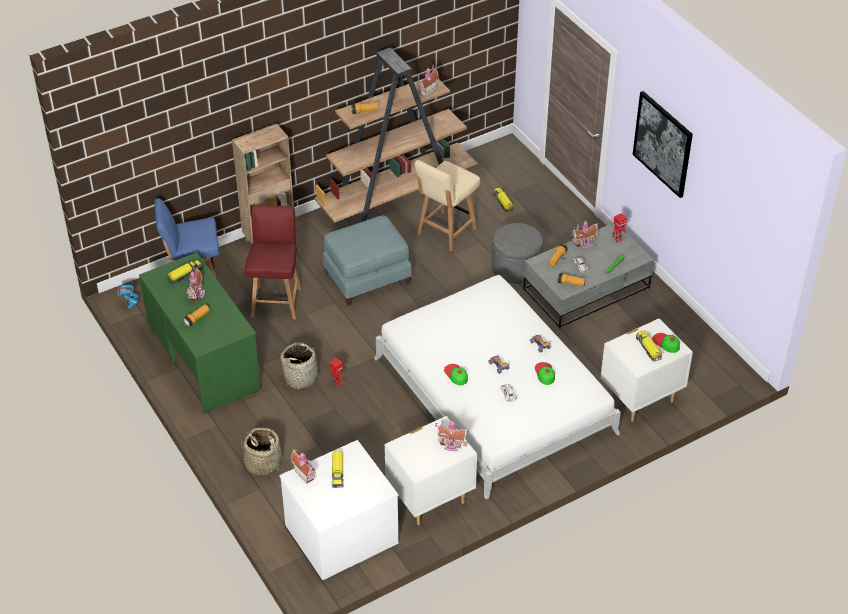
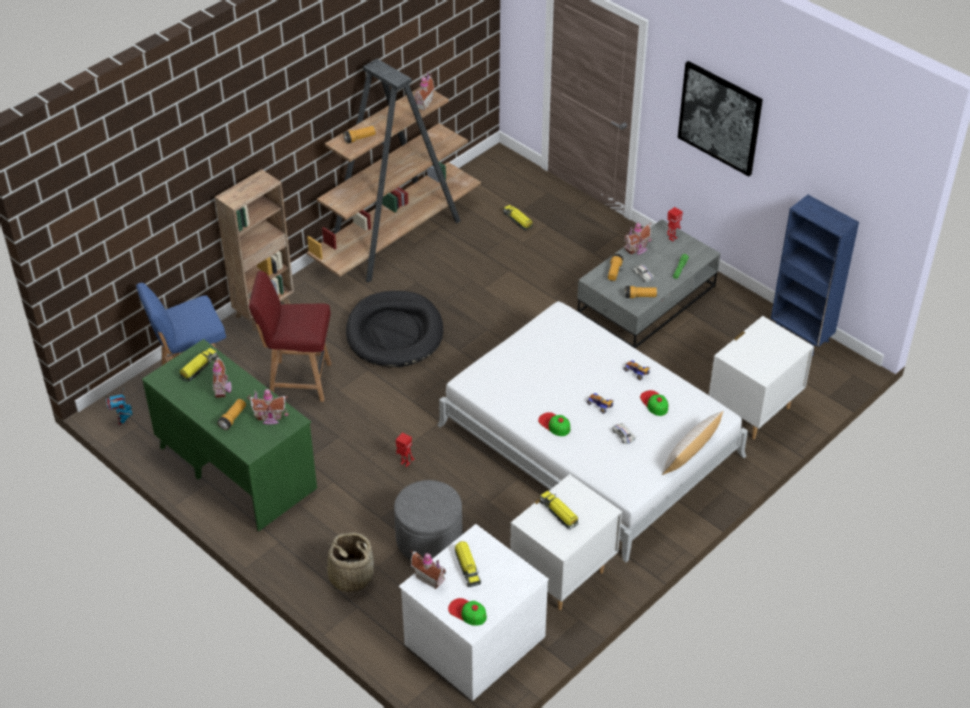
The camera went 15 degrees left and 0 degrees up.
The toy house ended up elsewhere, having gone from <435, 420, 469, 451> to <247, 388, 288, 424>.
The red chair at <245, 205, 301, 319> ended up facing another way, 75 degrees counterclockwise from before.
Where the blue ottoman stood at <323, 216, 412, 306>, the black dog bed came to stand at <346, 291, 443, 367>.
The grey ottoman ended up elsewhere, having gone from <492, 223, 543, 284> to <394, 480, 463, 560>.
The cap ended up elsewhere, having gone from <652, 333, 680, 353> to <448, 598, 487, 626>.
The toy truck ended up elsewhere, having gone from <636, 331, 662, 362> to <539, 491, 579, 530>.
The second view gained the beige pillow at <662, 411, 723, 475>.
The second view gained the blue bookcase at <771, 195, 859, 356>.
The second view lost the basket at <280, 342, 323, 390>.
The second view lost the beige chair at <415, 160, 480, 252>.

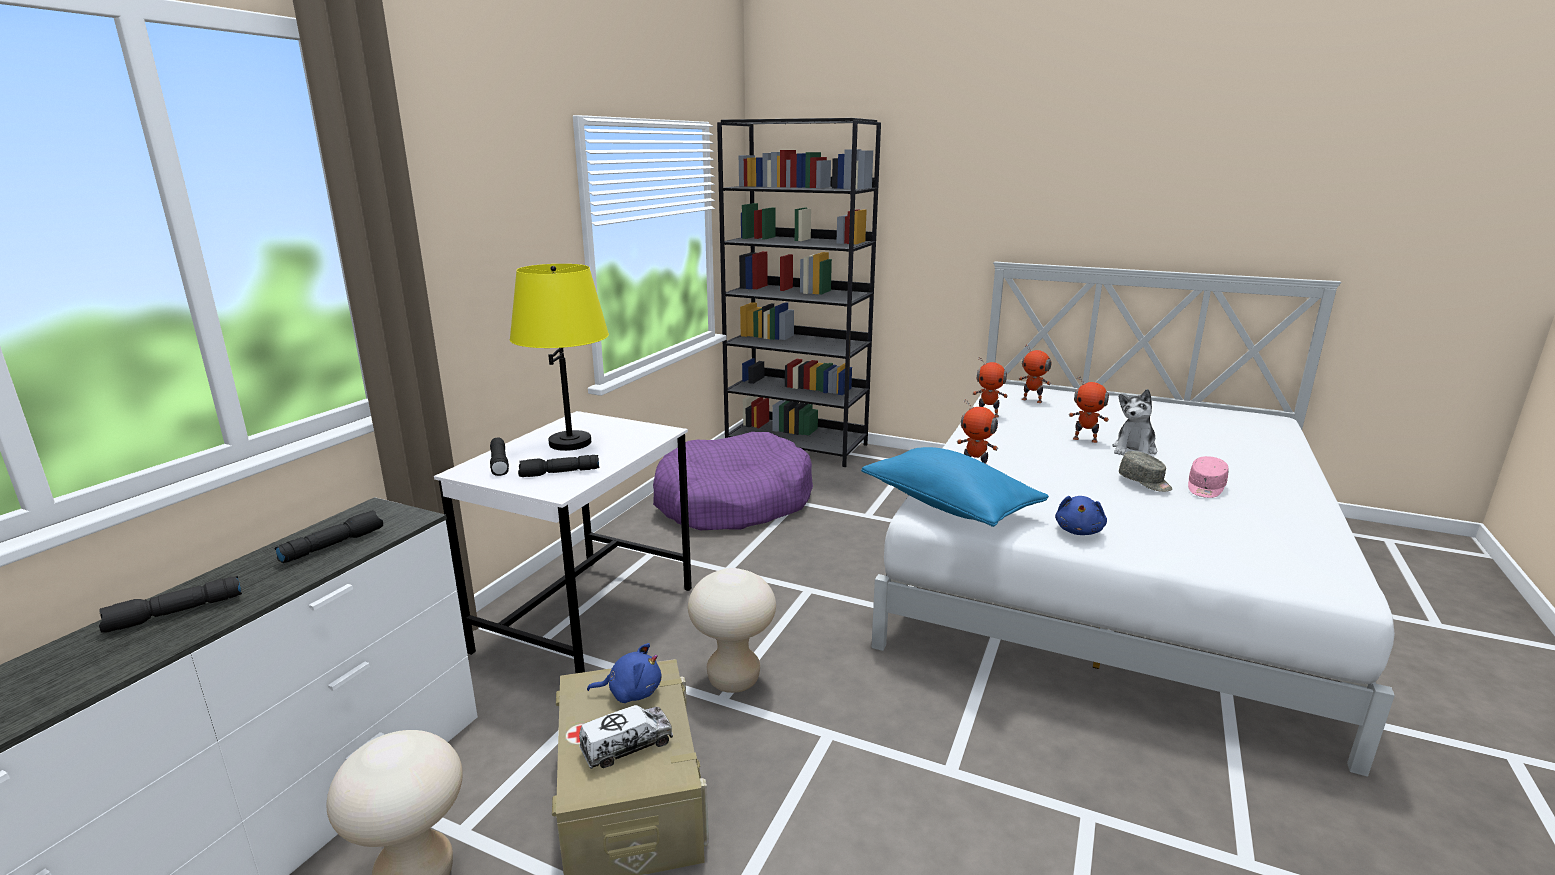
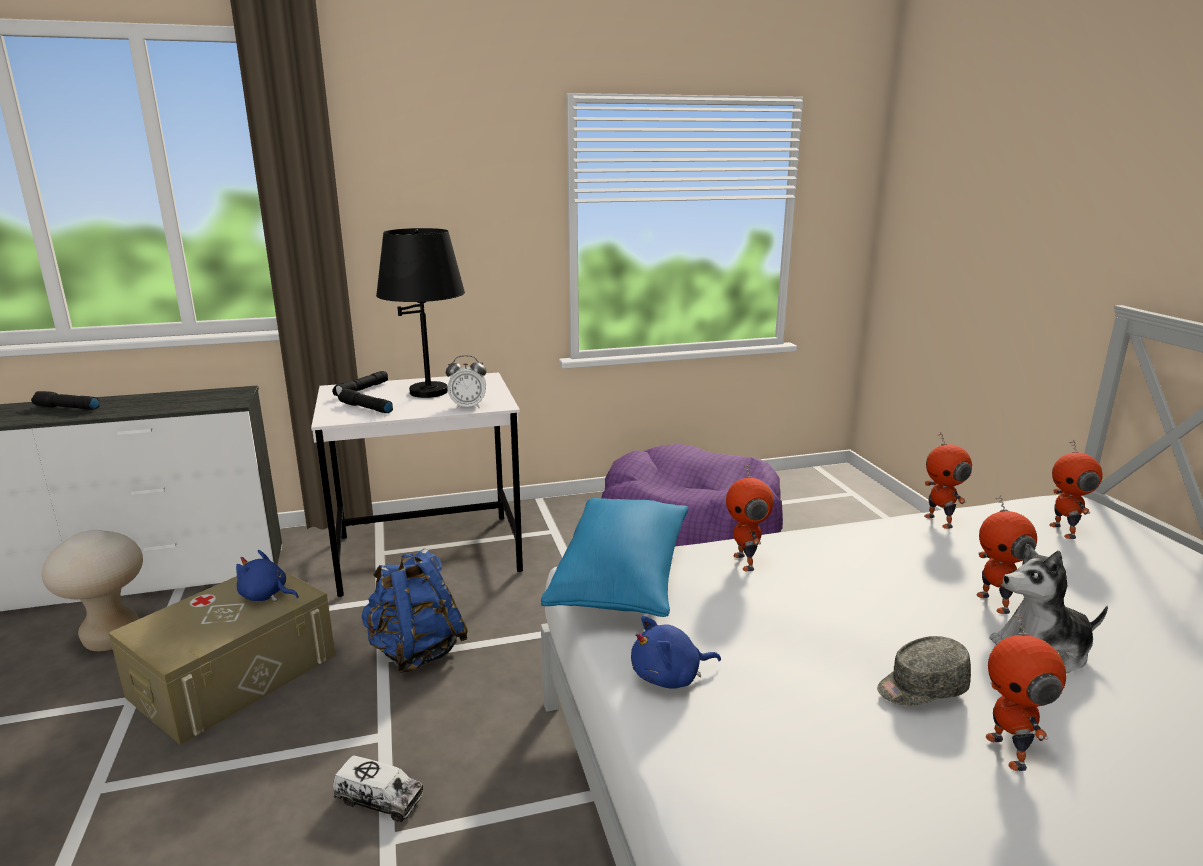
The camera went 50 degrees right and 0 degrees up.
The blue plush toy at <587, 643, 661, 703> ended up facing another way, 150 degrees clockwise from before.
The toy truck ended up elsewhere, having gone from <579, 705, 673, 769> to <333, 755, 424, 822>.
Where the beige stool stood at <688, 568, 776, 693>, the blue backpack came to stand at <362, 548, 468, 673>.
What was the yellow table lamp at <510, 264, 609, 451> turned into the black table lamp at <376, 228, 465, 398>.
The second view gained the alarm clock at <446, 355, 487, 409>.
The grey cap at <1119, 451, 1172, 492> ended up facing another way, 60 degrees clockwise from before.
Where the pink cap stood at <1188, 456, 1228, 498>, the toy robot came to stand at <986, 612, 1066, 771>.
The second view lost the black flashlight at <275, 510, 383, 563>.
The second view lost the black bookcase at <717, 118, 881, 467>.

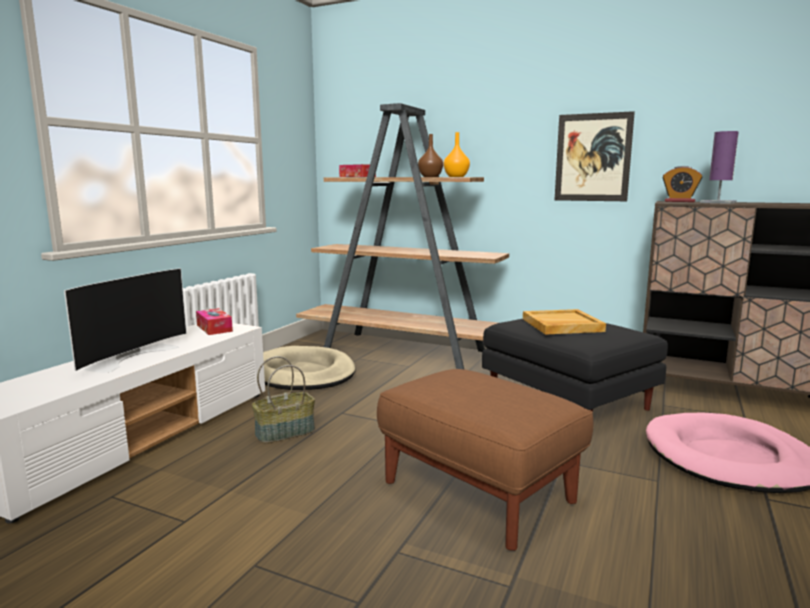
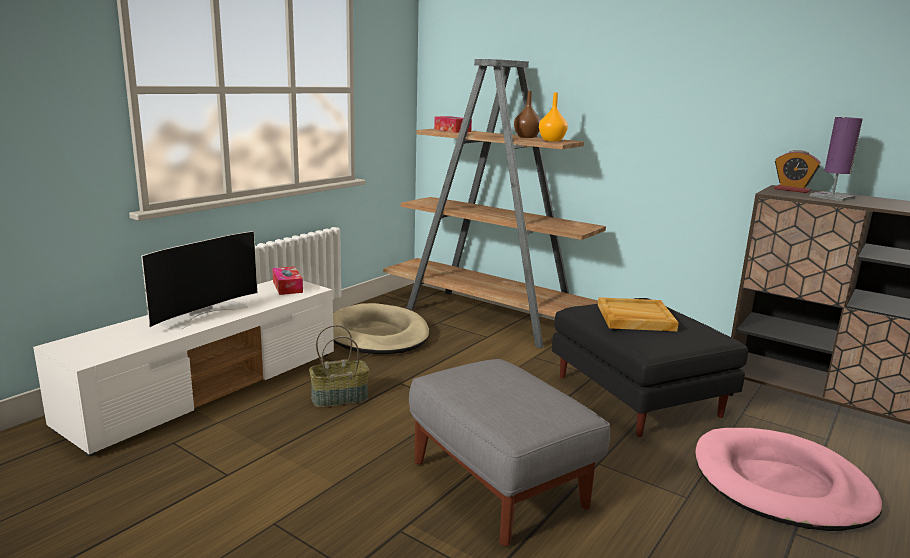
The camera went 10 degrees right and 5 degrees up.
What was the brown ottoman at <377, 369, 593, 551> turned into the grey ottoman at <409, 359, 610, 546>.
The second view lost the picture at <555, 111, 635, 201>.

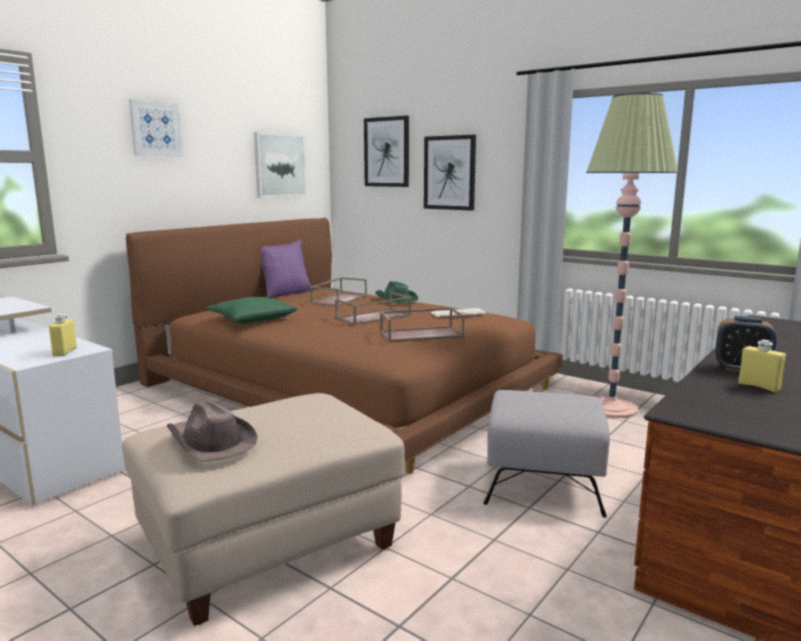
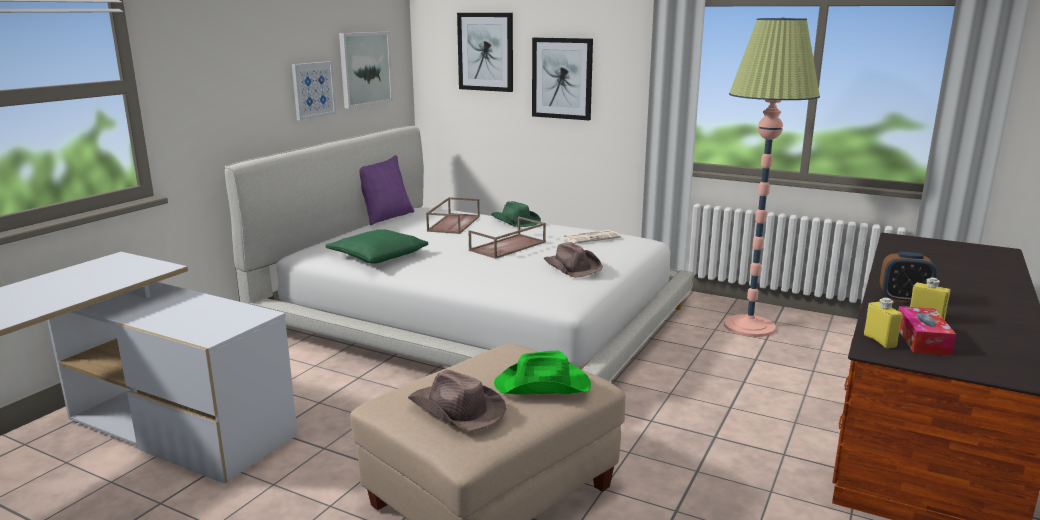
The camera went 10 degrees left and 5 degrees up.
What was the brown bed at <126, 218, 563, 474> turned into the white bed at <225, 126, 694, 382>.
The picture ended up elsewhere, having gone from <129, 99, 183, 156> to <292, 61, 336, 120>.
The second view gained the green hat at <494, 351, 591, 395>.
Where the brown tray stood at <380, 308, 465, 342>, the brown hat came to stand at <544, 242, 603, 278>.
The yellow bottle ended up elsewhere, having gone from <49, 314, 77, 356> to <864, 298, 902, 348>.
The second view gained the tissue box at <898, 306, 956, 356>.
The second view lost the grey ottoman at <483, 390, 610, 518>.

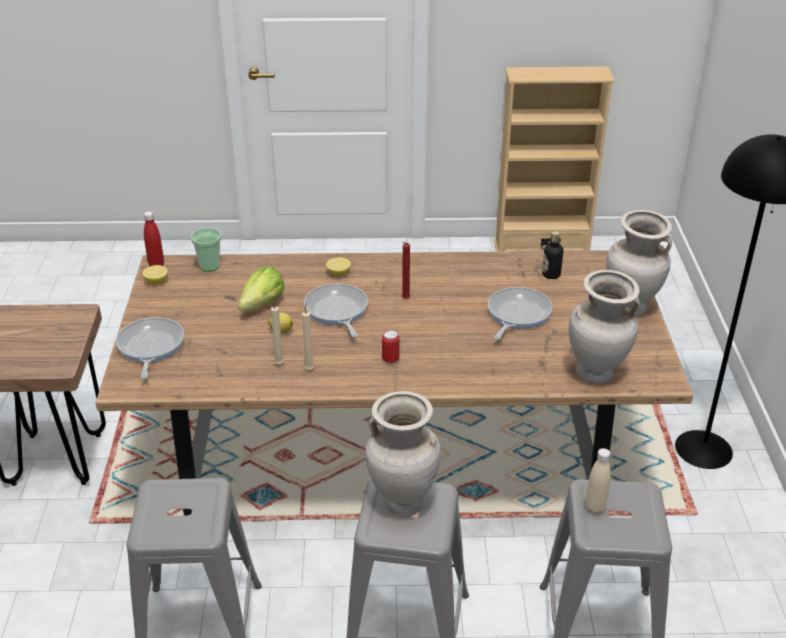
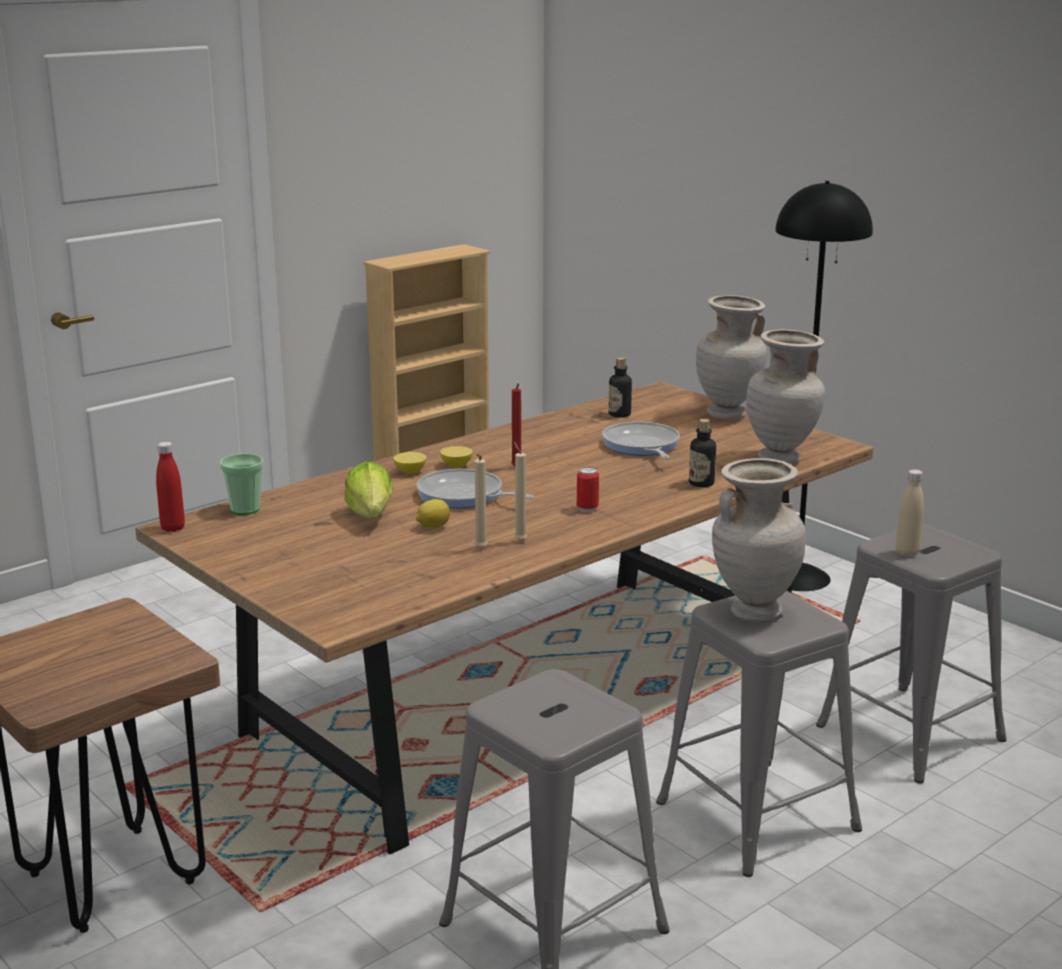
The camera went 40 degrees left and 15 degrees down.
The lemon ended up elsewhere, having gone from <143, 265, 168, 284> to <440, 446, 473, 467>.
The second view gained the bottle at <689, 419, 716, 487>.
The second view lost the frying pan at <116, 317, 184, 379>.

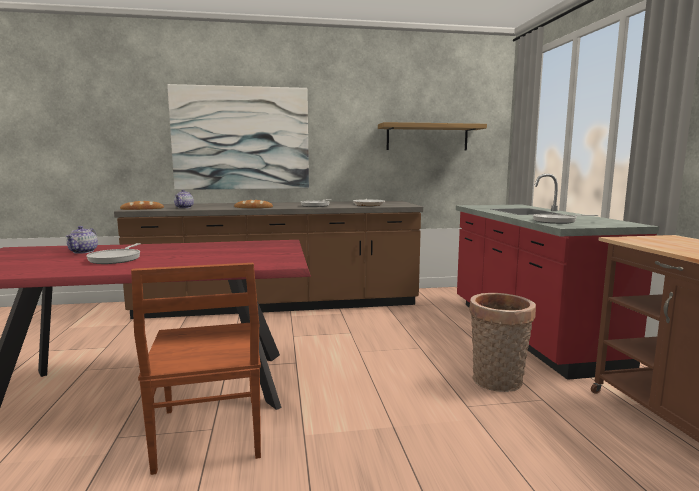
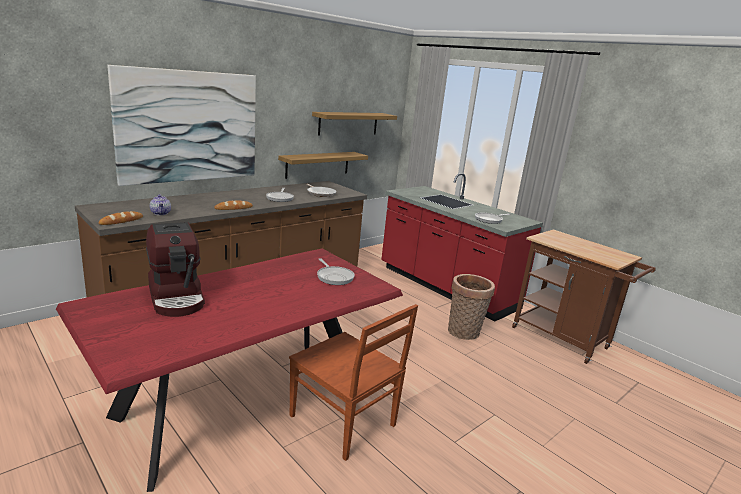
The camera went 35 degrees left and 10 degrees up.
Where the teapot stood at <66, 226, 98, 253>, the coffee machine came to stand at <146, 222, 205, 317>.
The second view gained the shelf at <278, 152, 368, 179>.
The frying pan ended up elsewhere, having gone from <86, 243, 141, 264> to <317, 258, 354, 285>.

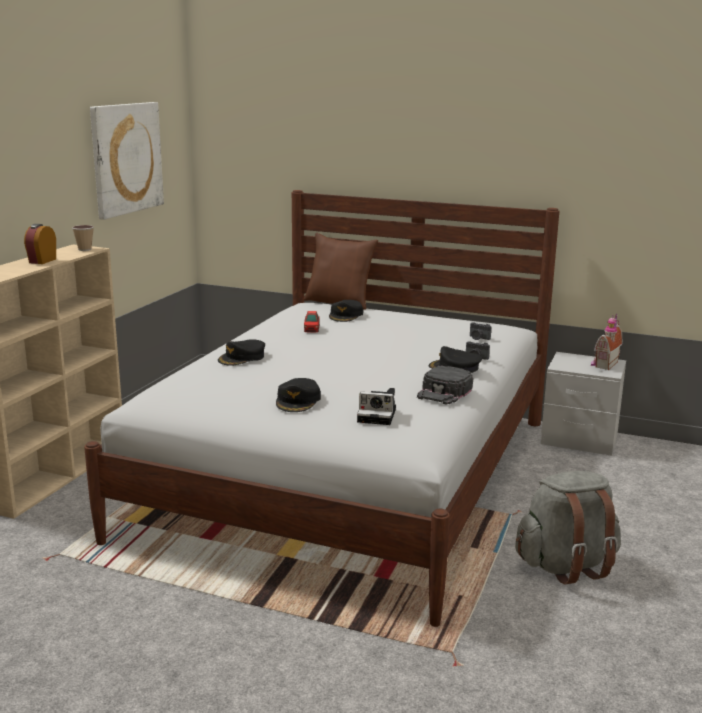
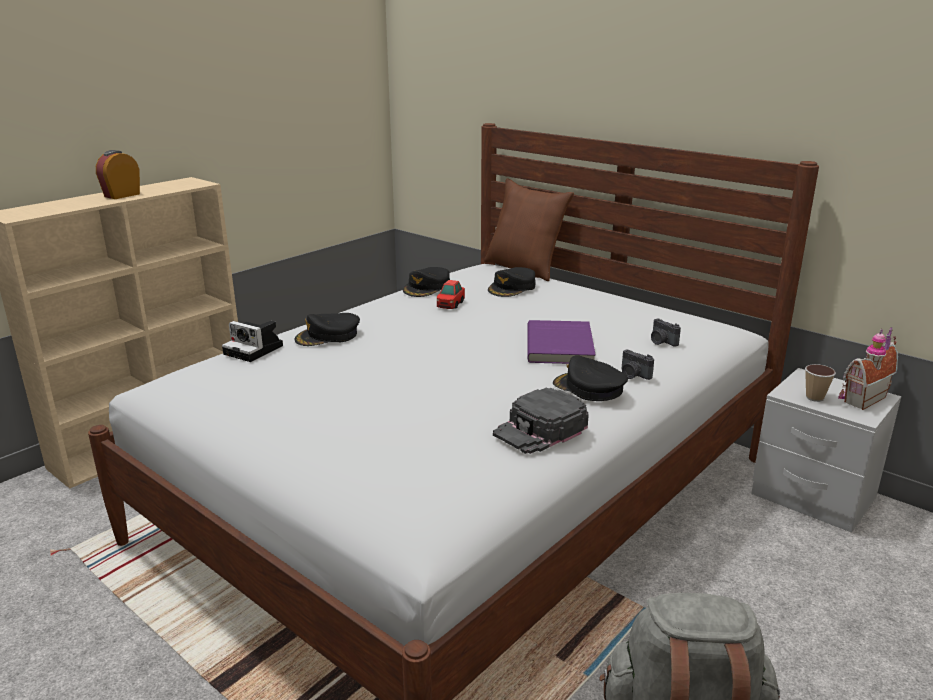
The camera went 20 degrees right and 5 degrees up.
The photo camera ended up elsewhere, having gone from <357, 388, 396, 425> to <222, 321, 283, 362>.
The black cap ended up elsewhere, having gone from <276, 378, 321, 412> to <403, 267, 450, 297>.
The second view gained the purple book at <527, 320, 596, 364>.
The cup ended up elsewhere, having gone from <72, 225, 94, 251> to <805, 364, 836, 402>.
The second view lost the picture at <90, 102, 164, 220>.

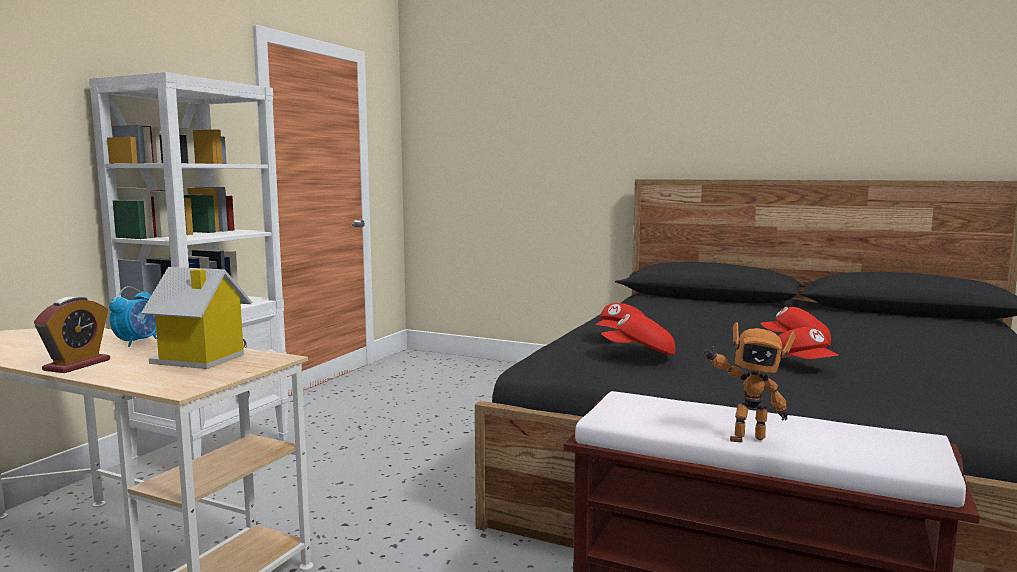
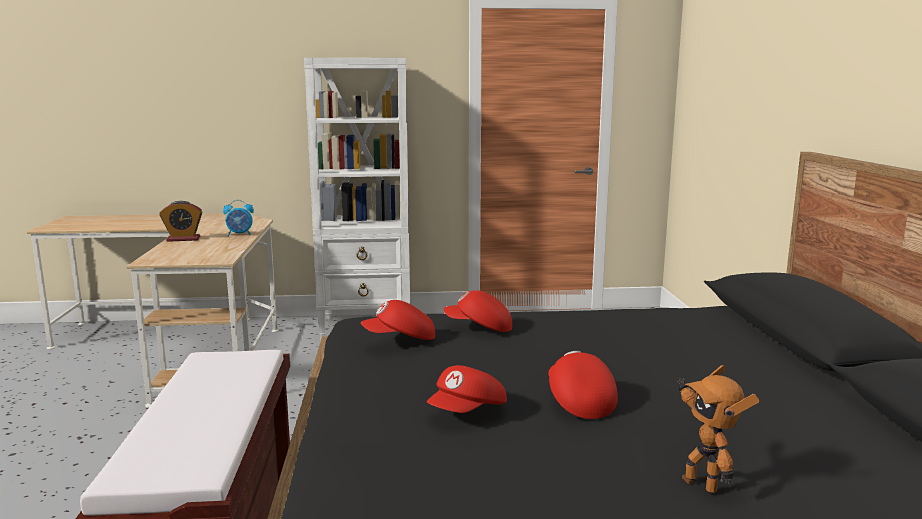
The camera went 60 degrees right and 5 degrees up.
The red cap at <601, 314, 675, 355> ended up facing another way, 75 degrees counterclockwise from before.
The toy robot ended up elsewhere, having gone from <703, 322, 796, 442> to <677, 365, 759, 494>.
The second view lost the toy house at <141, 267, 252, 369>.

